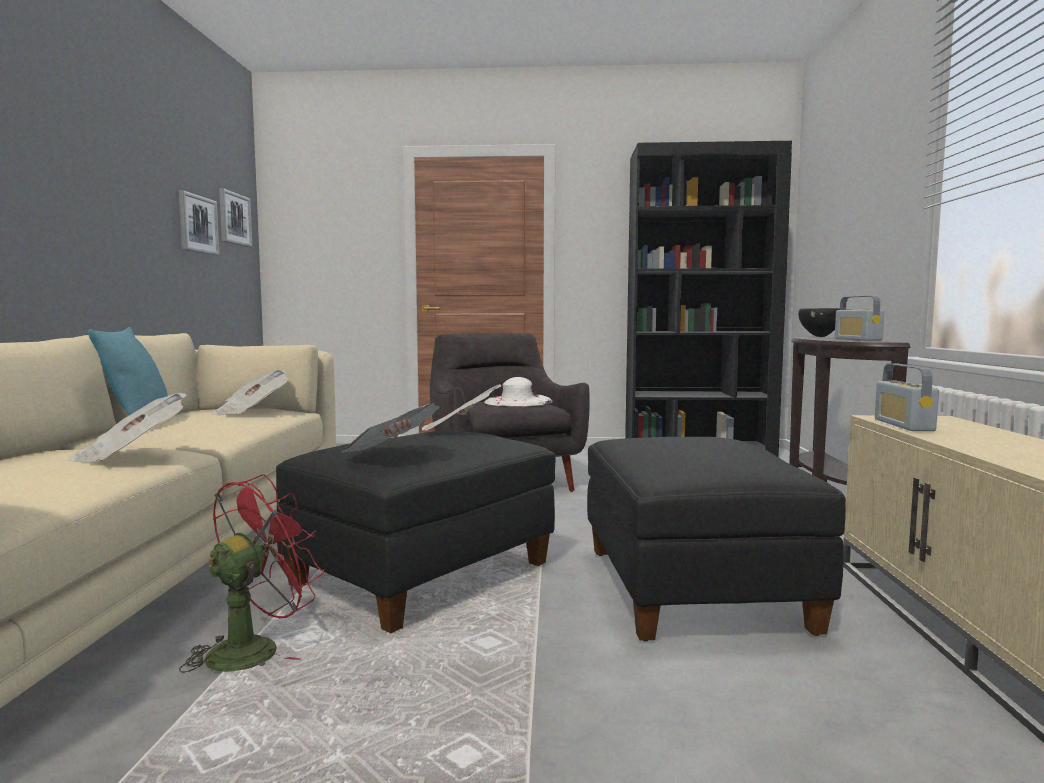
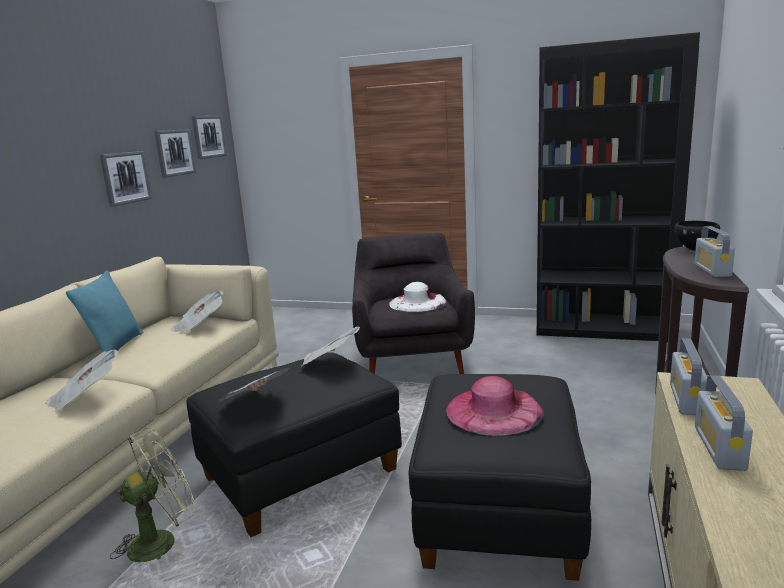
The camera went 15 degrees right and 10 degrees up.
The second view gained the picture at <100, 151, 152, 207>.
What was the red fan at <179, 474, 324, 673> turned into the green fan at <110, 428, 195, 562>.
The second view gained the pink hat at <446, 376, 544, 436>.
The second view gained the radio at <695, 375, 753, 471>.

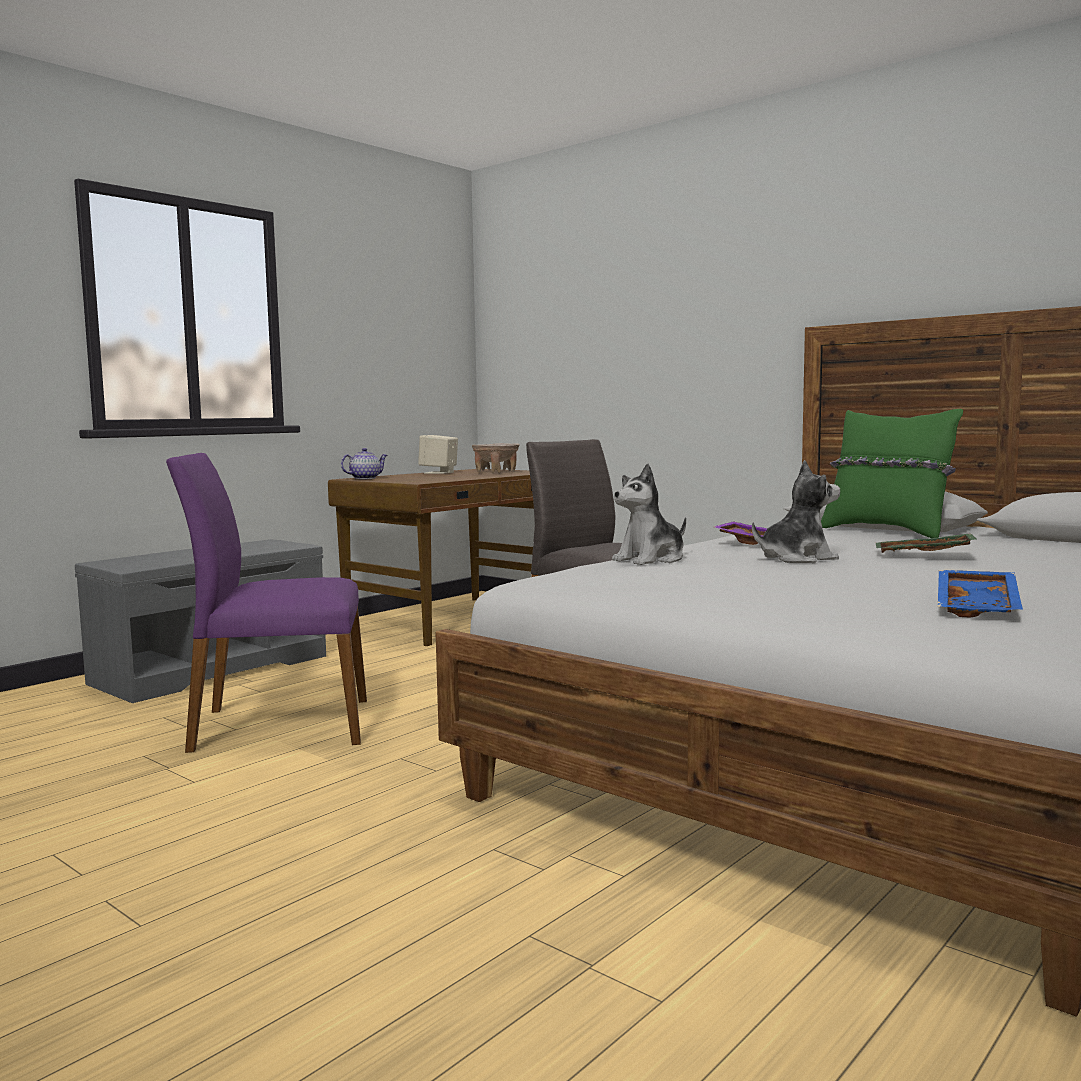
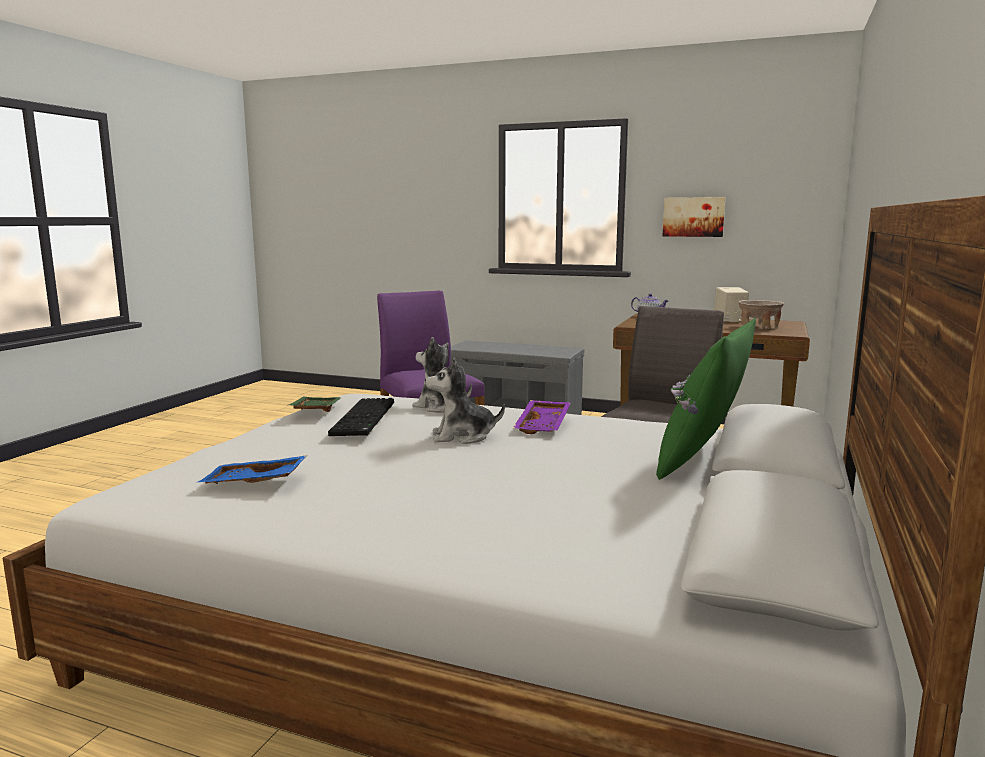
The camera went 70 degrees right and 5 degrees up.
The green tray ended up elsewhere, having gone from <876, 533, 976, 553> to <288, 397, 342, 412>.
The second view gained the keyboard at <328, 398, 394, 436>.
The plush toy at <752, 460, 840, 563> ended up facing another way, 120 degrees clockwise from before.
The second view gained the picture at <663, 197, 725, 237>.

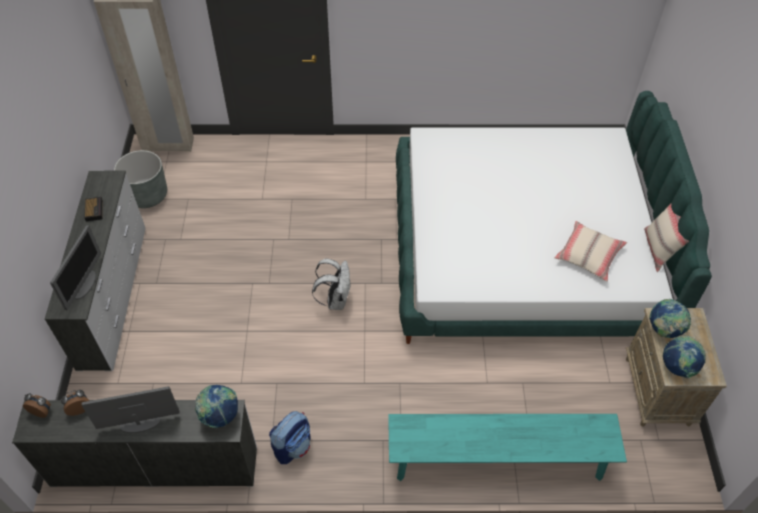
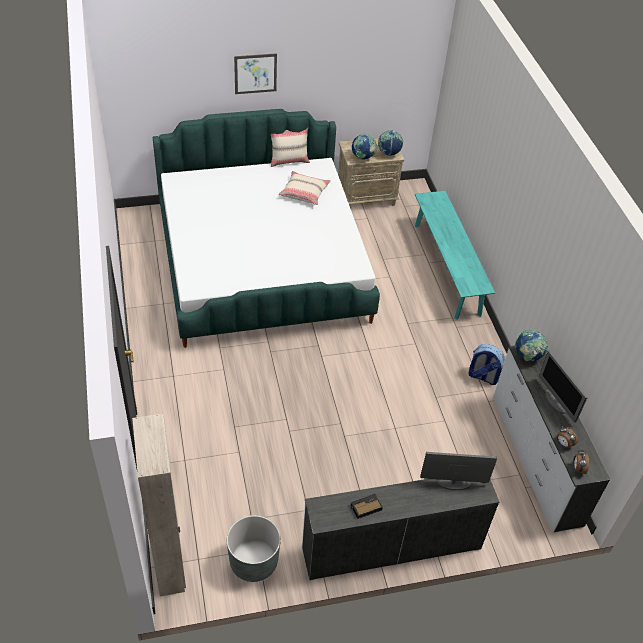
The camera went 105 degrees left and 5 degrees down.
The second view gained the picture at <234, 53, 277, 94>.
The second view lost the white backpack at <312, 259, 351, 310>.

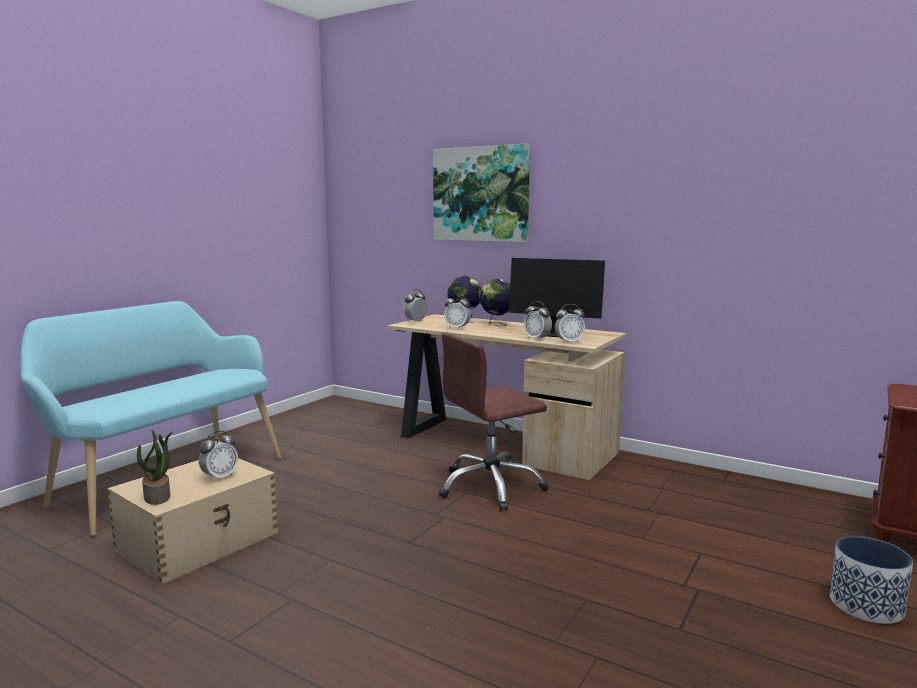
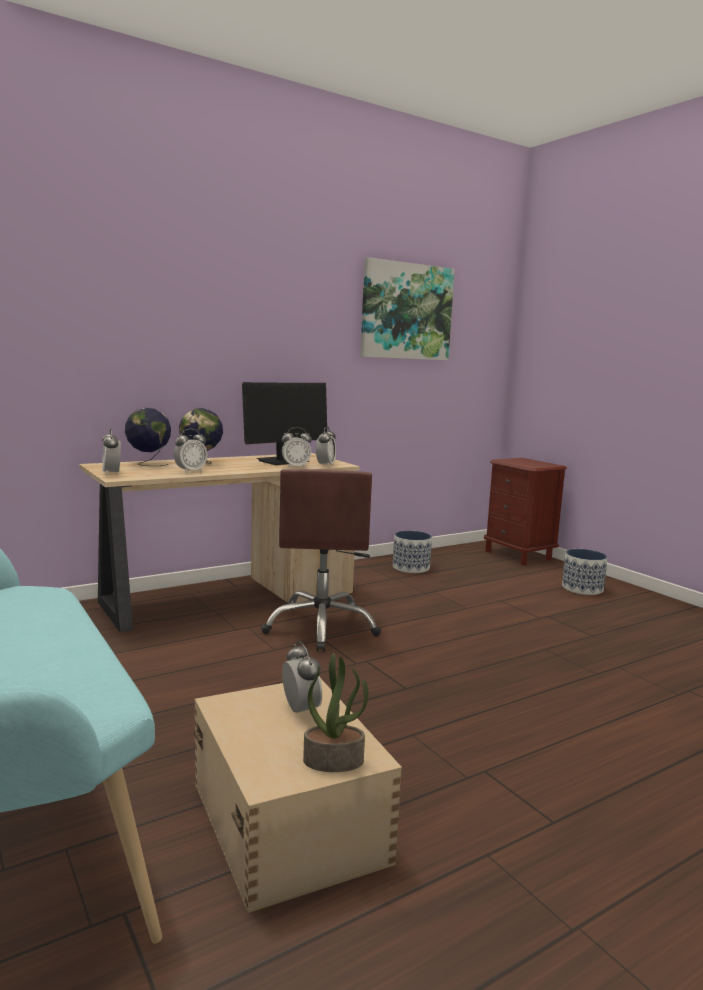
The camera went 65 degrees left and 0 degrees up.
The picture ended up elsewhere, having gone from <433, 144, 530, 242> to <360, 257, 454, 360>.
The second view gained the planter at <393, 531, 432, 573>.

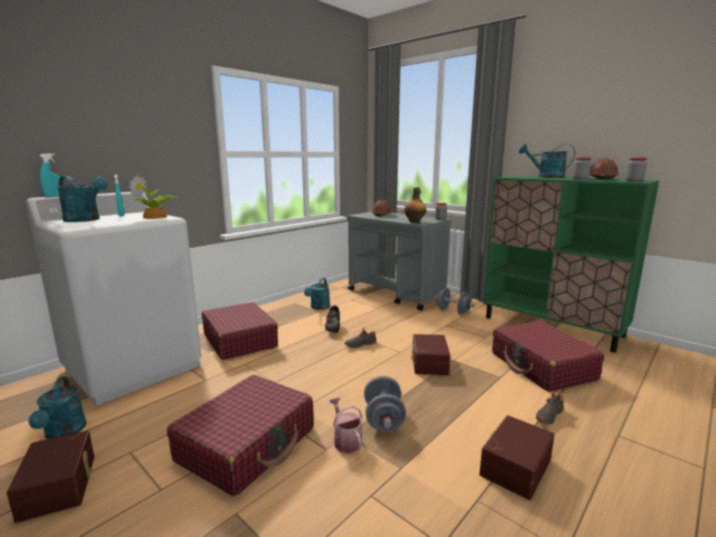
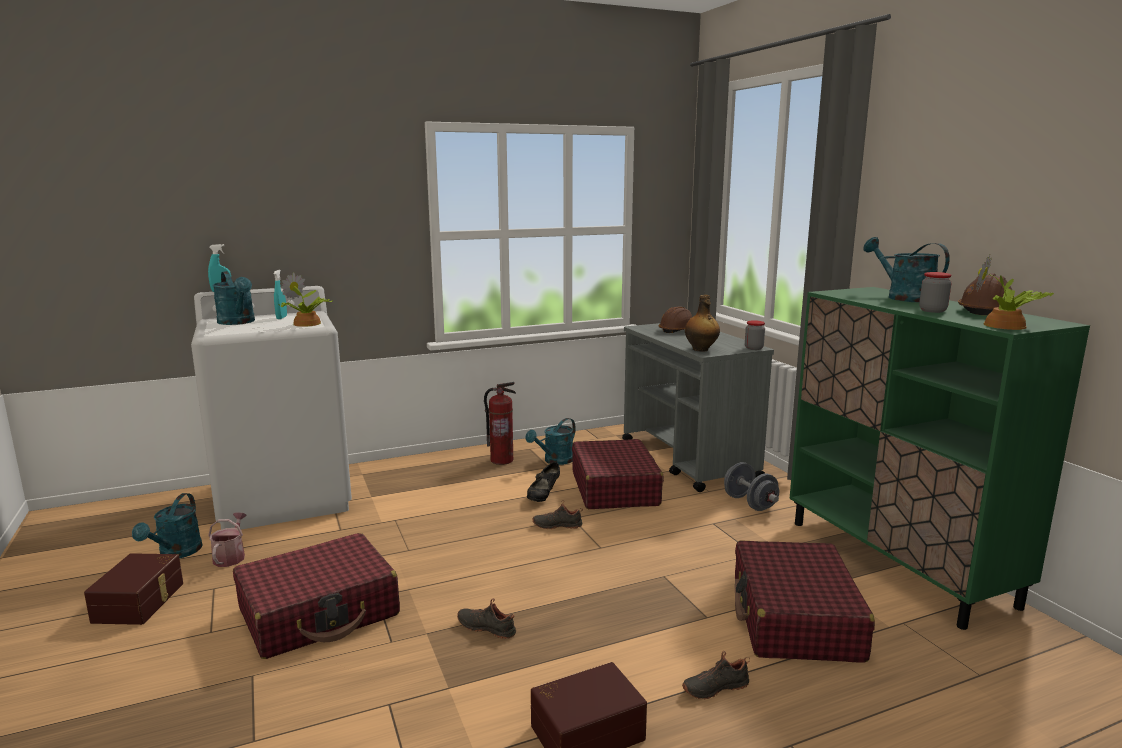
The camera went 25 degrees right and 0 degrees up.
The watering can ended up elsewhere, having gone from <329, 397, 363, 453> to <208, 512, 247, 567>.
Where the grey dumbbell stood at <364, 376, 406, 432>, the black shoe came to stand at <457, 598, 516, 639>.
The second view gained the fire extinguisher at <484, 382, 516, 465>.
The red suitcase ended up elsewhere, having gone from <202, 302, 278, 360> to <572, 439, 664, 509>.
Where the jar stood at <626, 158, 647, 182>, the potted plant came to stand at <976, 255, 1054, 330>.
The second view lost the brown storage box at <411, 334, 451, 375>.

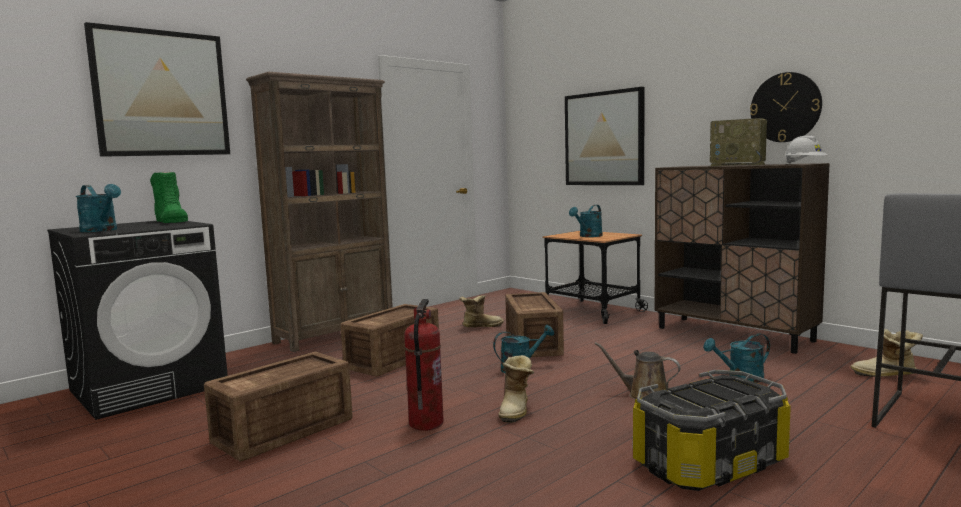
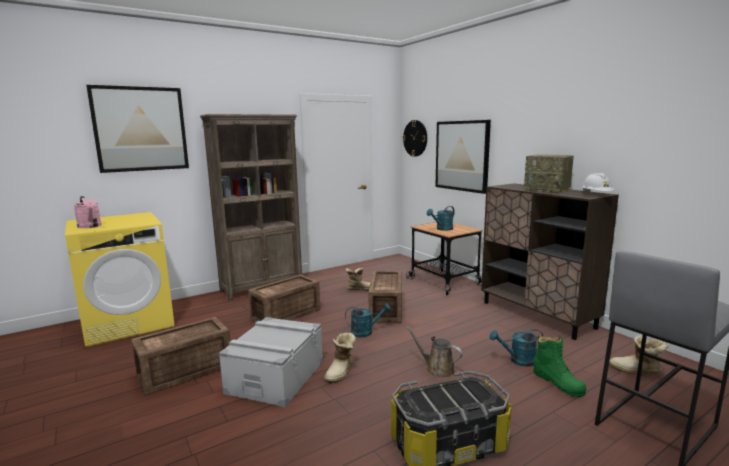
The camera went 10 degrees right and 5 degrees up.
What was the black washing machine at <47, 221, 228, 420> turned into the yellow washing machine at <65, 212, 175, 347>.
What was the turquoise watering can at <76, 184, 121, 232> turned into the pink watering can at <74, 196, 102, 228>.
Where the fire extinguisher stood at <404, 299, 444, 431>, the grey storage box came to stand at <219, 317, 323, 407>.
The wall clock ended up elsewhere, having gone from <750, 72, 822, 142> to <402, 120, 427, 157>.
The green boot ended up elsewhere, having gone from <150, 172, 188, 223> to <533, 336, 587, 397>.

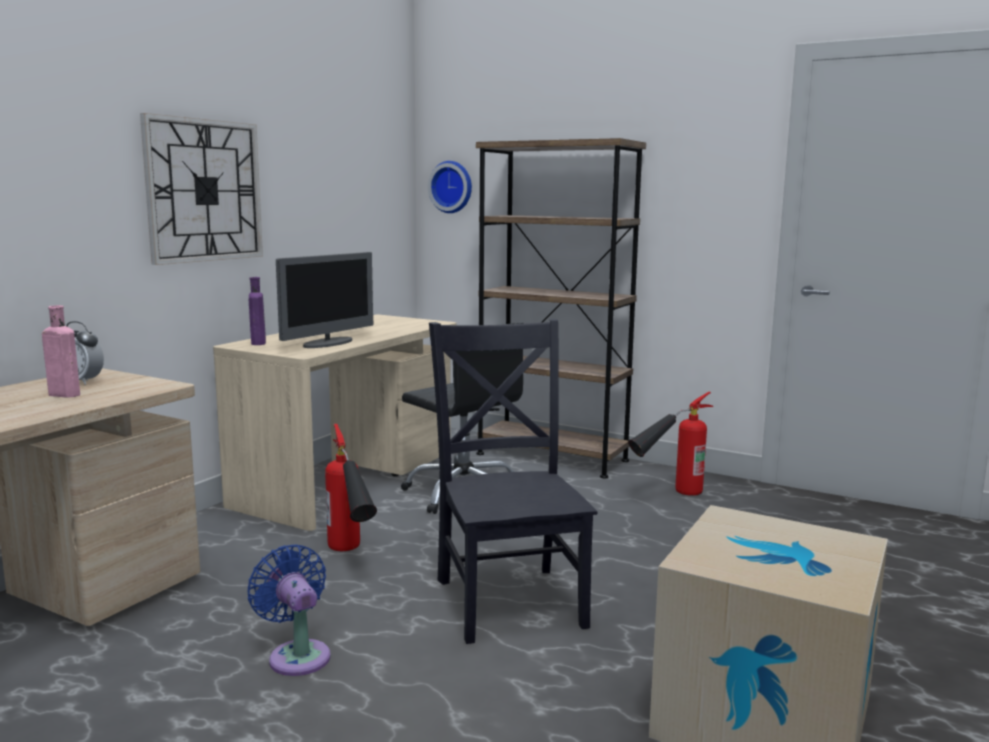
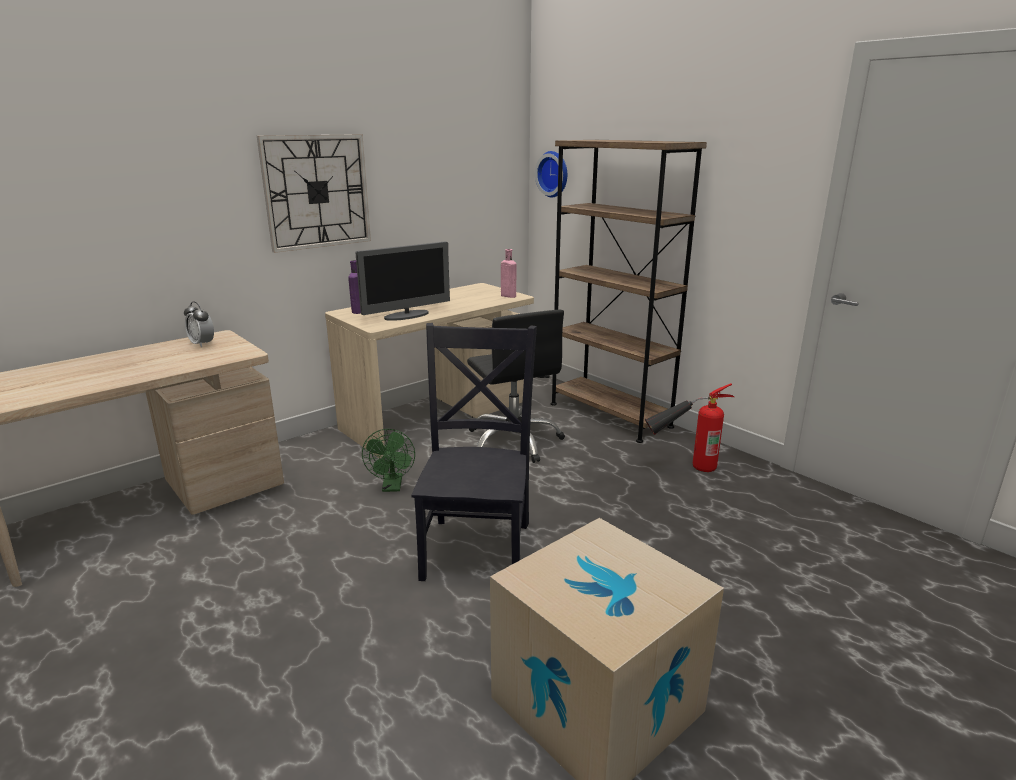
The camera went 20 degrees right and 10 degrees up.
Where the fire extinguisher stood at <325, 424, 377, 551>, the green fan came to stand at <362, 429, 415, 492>.
The pink bottle ended up elsewhere, having gone from <42, 305, 80, 398> to <501, 249, 516, 298>.
The second view lost the blue fan at <247, 545, 331, 676>.

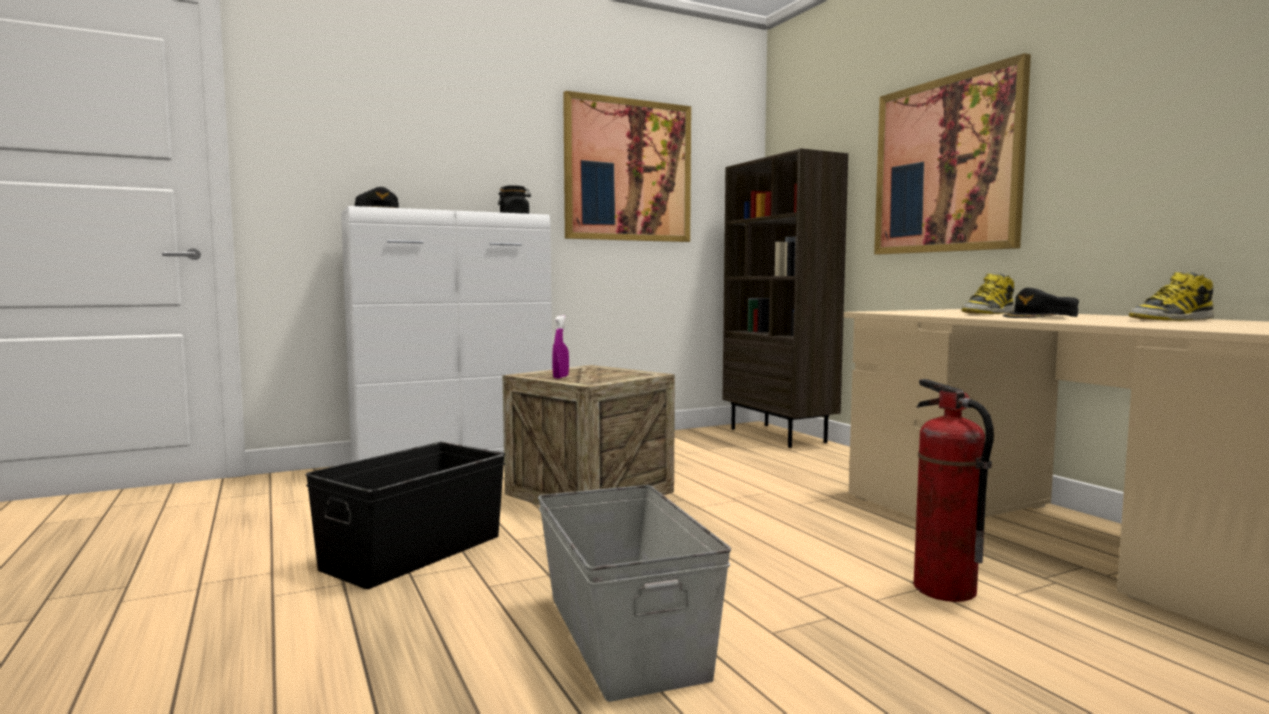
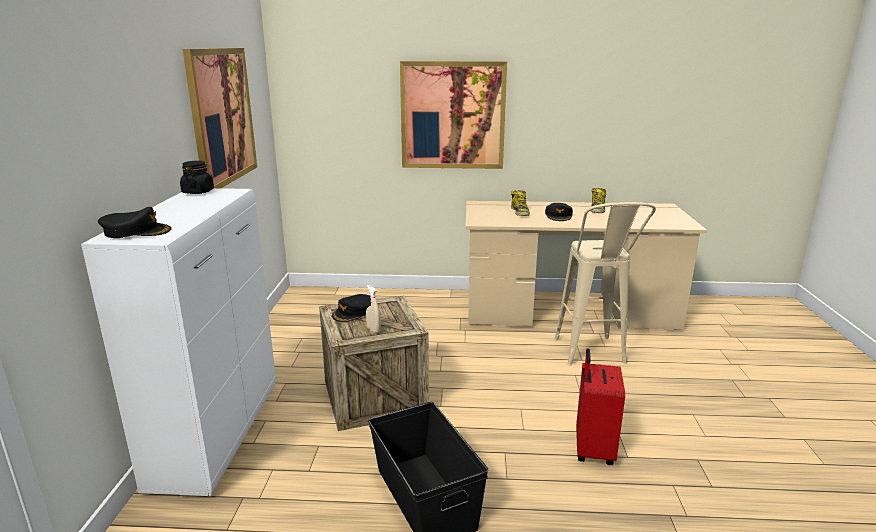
The camera went 60 degrees left and 15 degrees up.
The second view gained the black cap at <332, 294, 371, 322>.
What was the purple spray bottle at <552, 315, 569, 379> turned into the beige spray bottle at <366, 285, 381, 333>.
Where the fire extinguisher stood at <914, 379, 994, 602>, the beige stool came to stand at <554, 202, 656, 366>.
Where the grey storage box stood at <538, 485, 731, 702>, the red suitcase came to stand at <576, 348, 625, 465>.
The second view lost the brown bookcase at <723, 148, 848, 448>.

